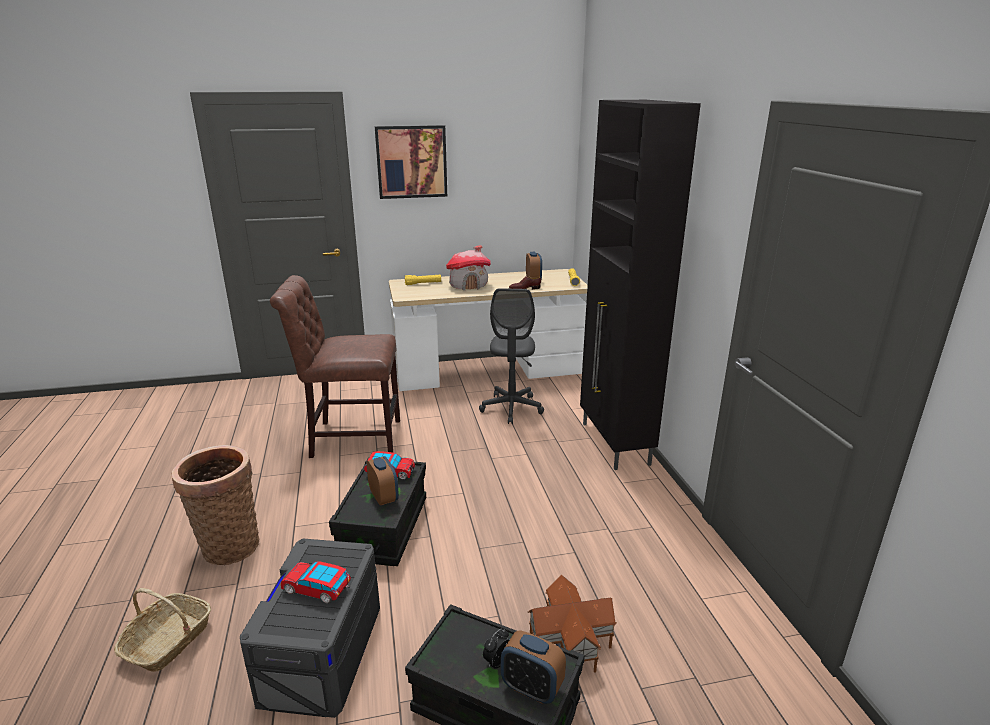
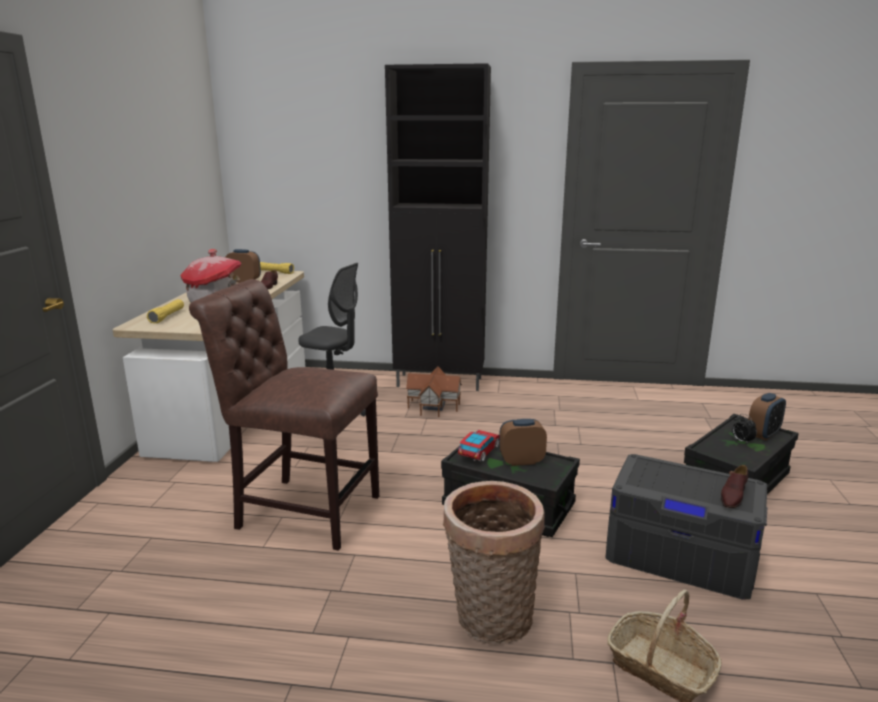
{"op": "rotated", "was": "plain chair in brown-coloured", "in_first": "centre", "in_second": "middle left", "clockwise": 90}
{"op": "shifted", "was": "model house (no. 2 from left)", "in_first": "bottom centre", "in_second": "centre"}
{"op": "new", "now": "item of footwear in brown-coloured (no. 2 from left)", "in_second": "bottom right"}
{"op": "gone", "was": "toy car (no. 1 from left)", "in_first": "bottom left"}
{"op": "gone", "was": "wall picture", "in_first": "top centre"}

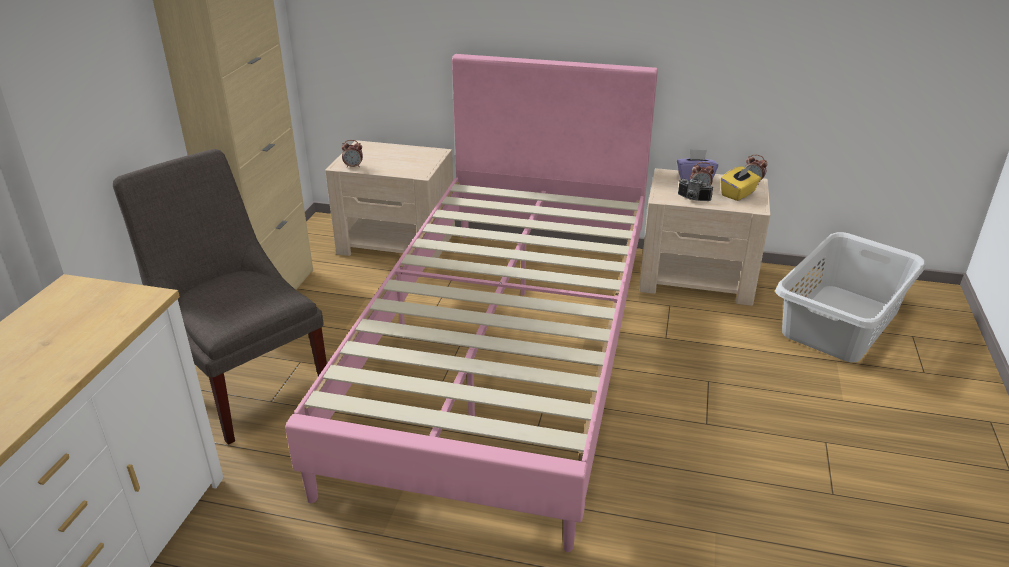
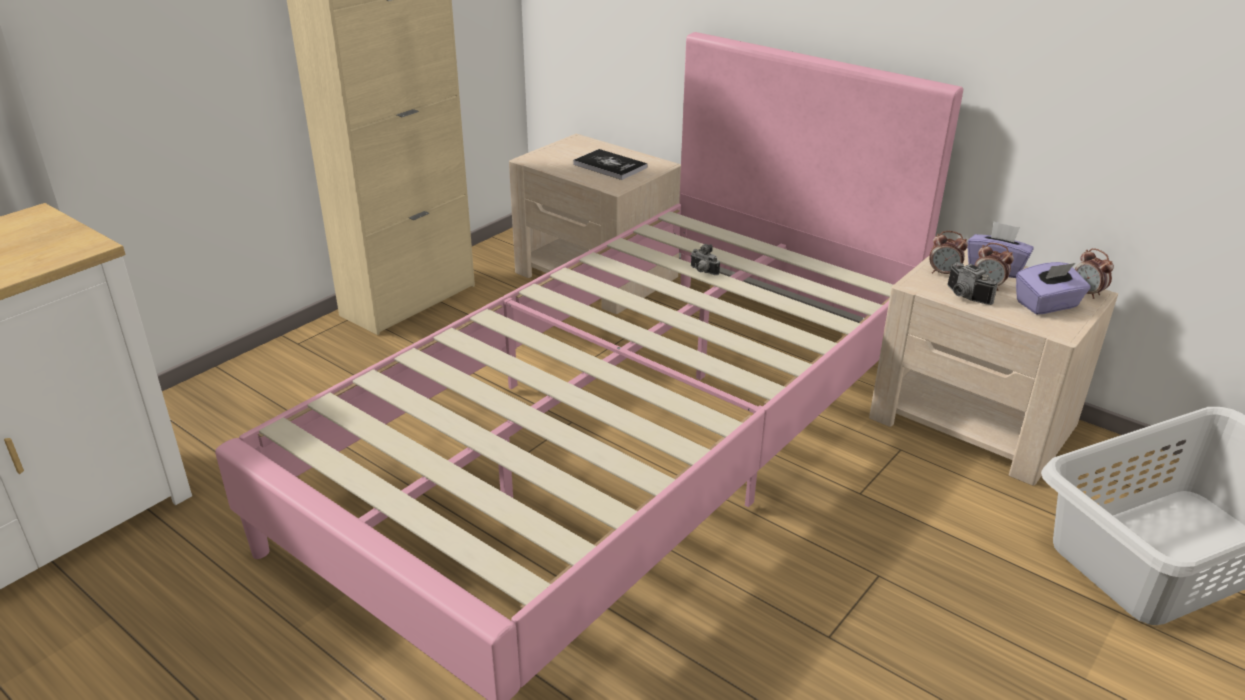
{"op": "new", "now": "book", "in_second": "top centre"}
{"op": "new", "now": "still camera (no. 1 from left)", "in_second": "centre"}
{"op": "shifted", "was": "alarm clock (no. 1 from left)", "in_first": "top centre", "in_second": "middle right"}
{"op": "repainted", "was": "tissue box in yellowish", "now": "tissue box in purple-coloured (no. 2 from left)", "in_first": "top right", "in_second": "middle right"}
{"op": "gone", "was": "plain chair in greyish", "in_first": "middle left"}

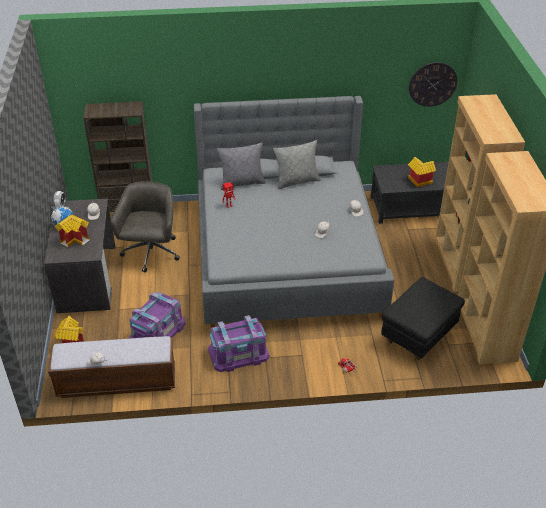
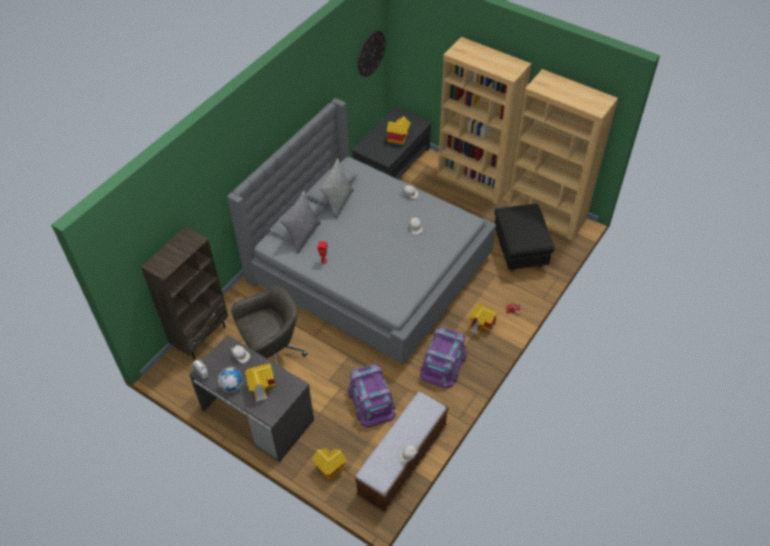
{"op": "rotated", "was": "office chair in greyish", "in_first": "middle left", "in_second": "centre", "clockwise": 105}
{"op": "new", "now": "model house (no. 4 from left)", "in_second": "centre"}

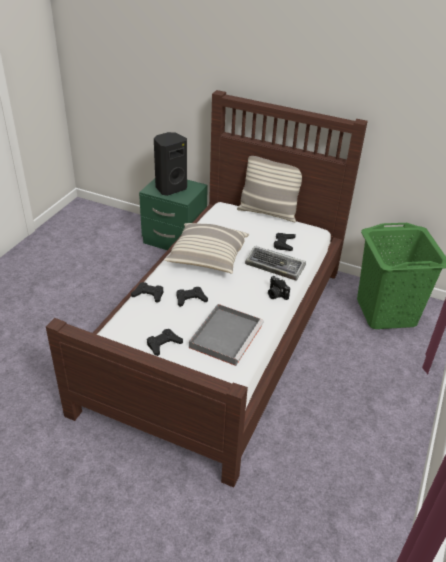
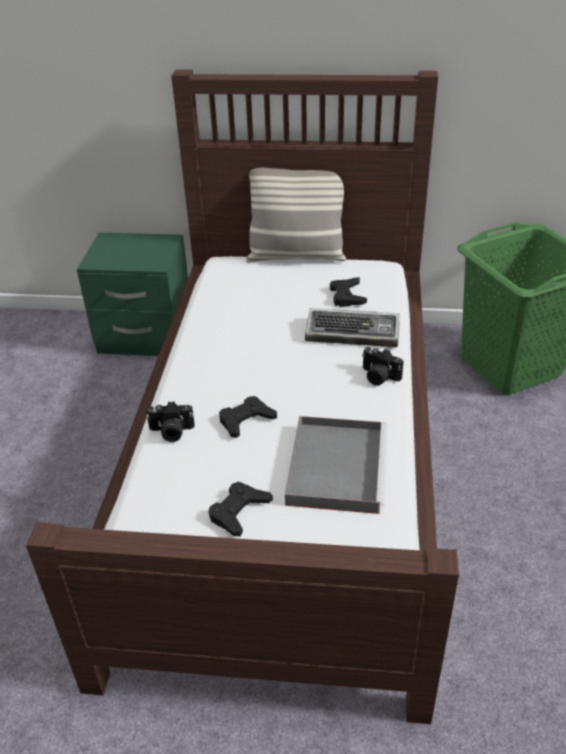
{"op": "swapped", "was": "joypad in black-coloured (no. 1 from left)", "now": "still camera (no. 1 from left)", "in_first": "middle left", "in_second": "middle left"}
{"op": "gone", "was": "audio speaker in black-coloured", "in_first": "top centre"}
{"op": "gone", "was": "cushion (no. 1 from left)", "in_first": "centre"}

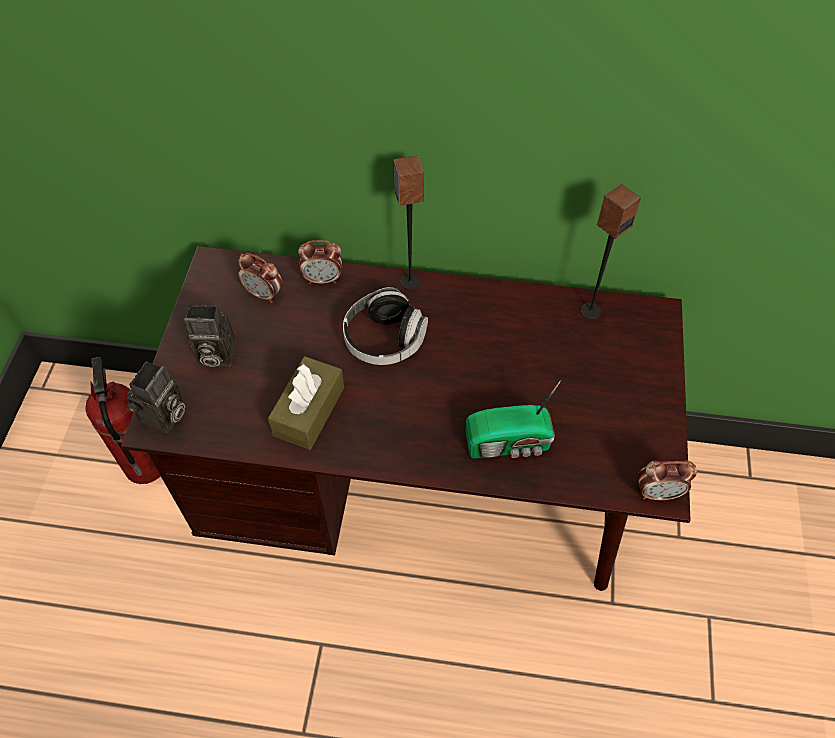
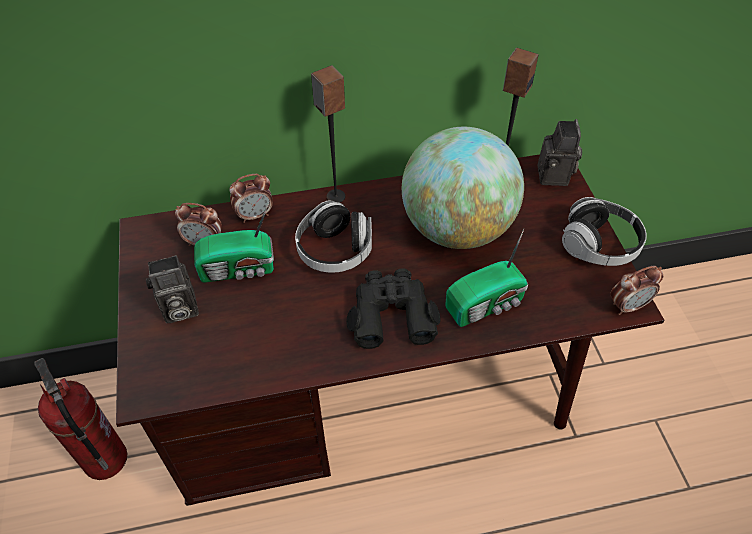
{"op": "new", "now": "radio receiver (no. 1 from left)", "in_second": "middle left"}
{"op": "new", "now": "binoculars in black-coloured", "in_second": "centre"}
{"op": "new", "now": "desk globe", "in_second": "centre"}
{"op": "shifted", "was": "still camera (no. 1 from left in the first image)", "now": "still camera (no. 2 from left)", "in_first": "middle left", "in_second": "top right"}
{"op": "new", "now": "headphones (no. 2 from left)", "in_second": "middle right"}
{"op": "gone", "was": "tissue box in brown-coloured", "in_first": "centre"}

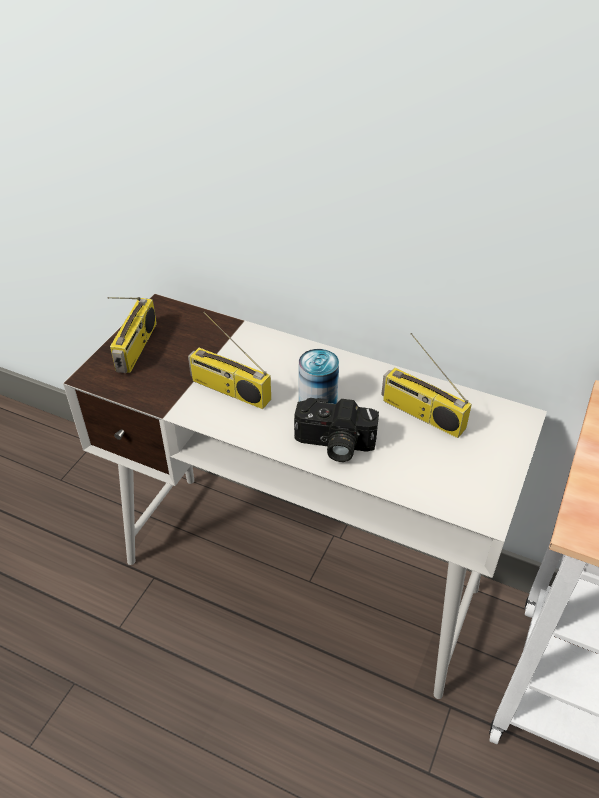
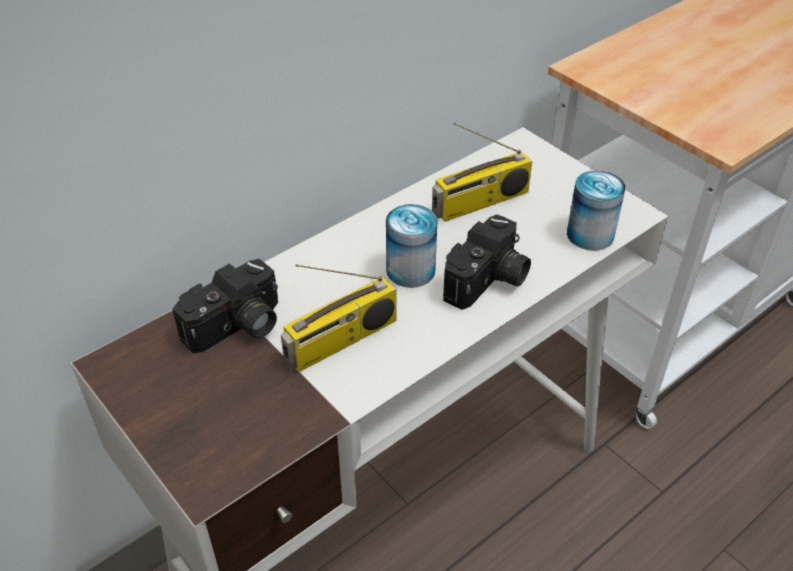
{"op": "new", "now": "still camera (no. 1 from left)", "in_second": "middle left"}
{"op": "new", "now": "can (no. 2 from left)", "in_second": "middle right"}
{"op": "gone", "was": "radio receiver (no. 1 from left)", "in_first": "middle left"}

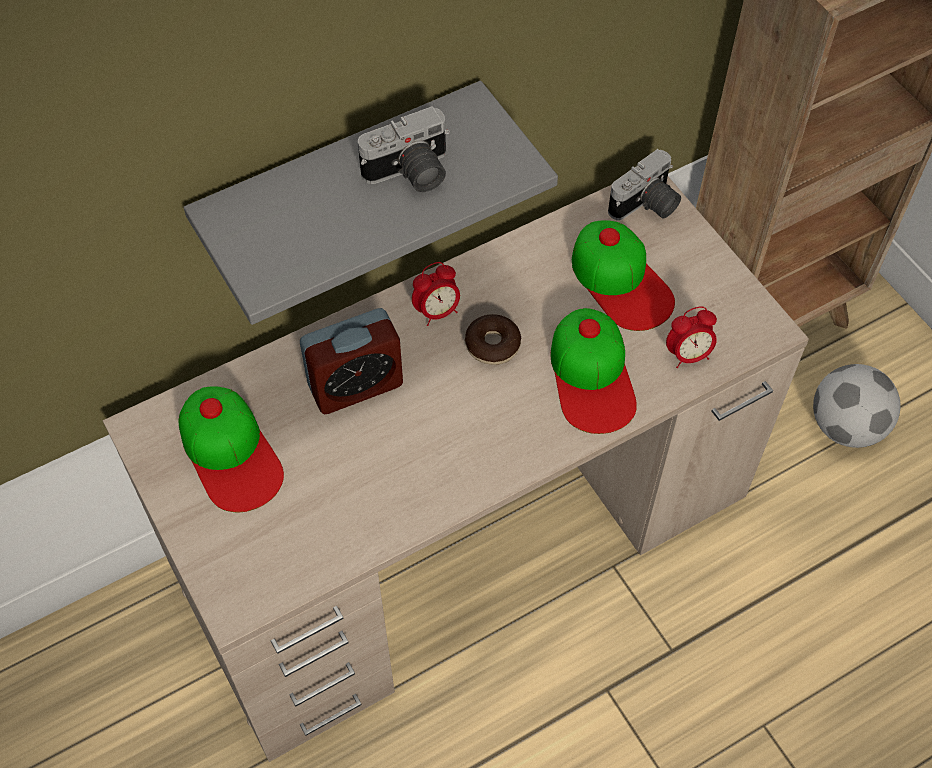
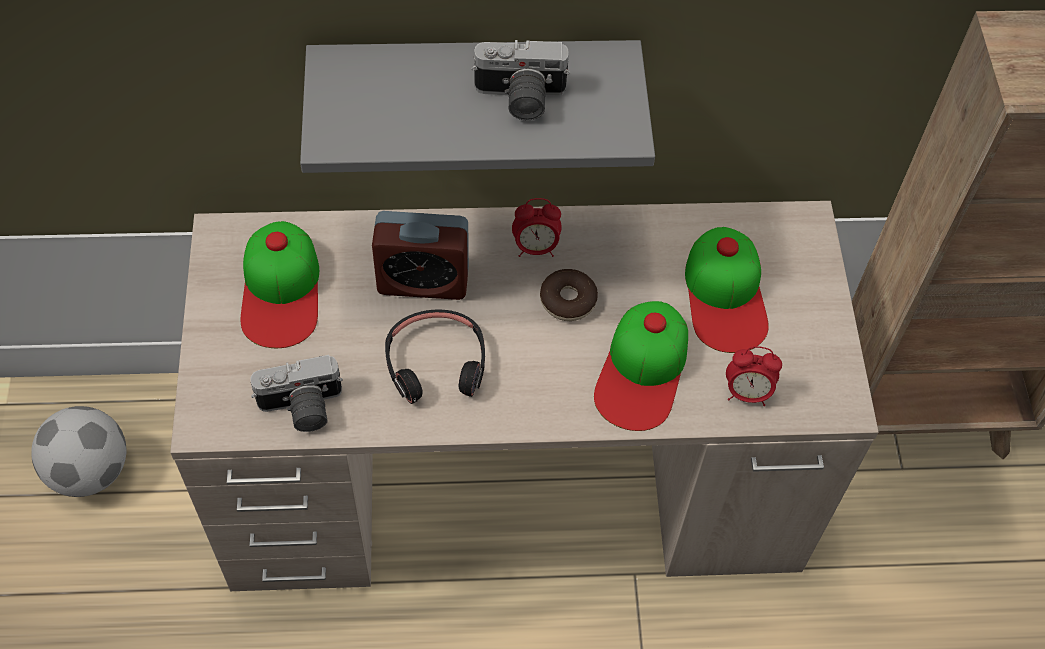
{"op": "shifted", "was": "ball for football", "in_first": "middle right", "in_second": "bottom left"}
{"op": "shifted", "was": "still camera (no. 2 from left in the first image)", "now": "still camera (no. 1 from left)", "in_first": "top right", "in_second": "middle left"}
{"op": "new", "now": "headphones in black-coloured", "in_second": "centre"}

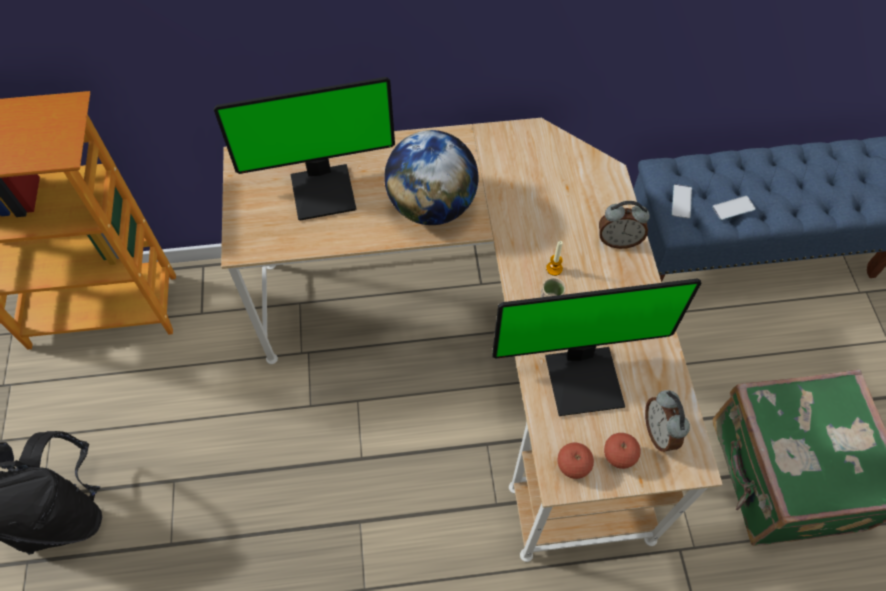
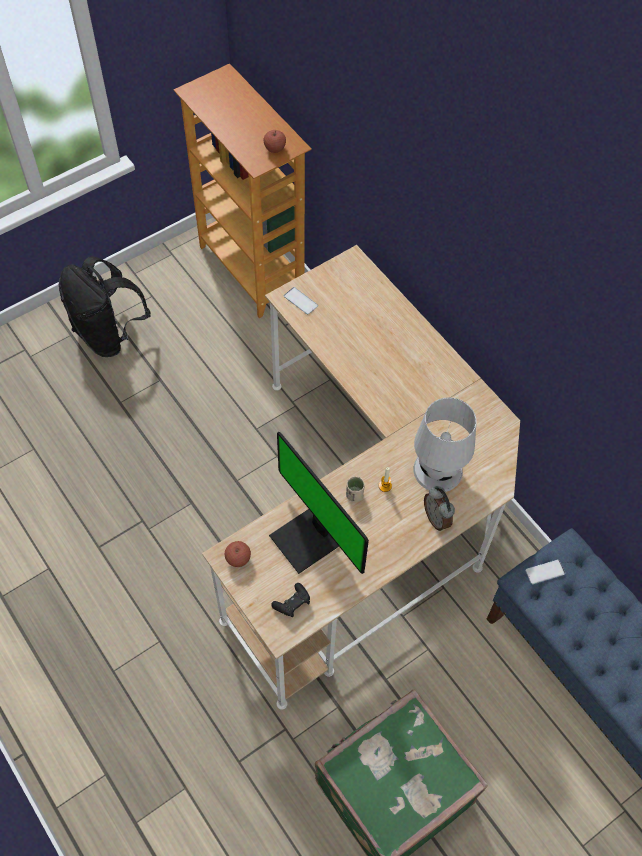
{"op": "shifted", "was": "apple (no. 2 from left)", "in_first": "bottom right", "in_second": "top centre"}
{"op": "swapped", "was": "alarm clock (no. 2 from left)", "now": "joypad in black-coloured", "in_first": "bottom right", "in_second": "bottom centre"}
{"op": "shifted", "was": "phone (no. 2 from left in the first image)", "now": "phone (no. 1 from left)", "in_first": "middle right", "in_second": "centre"}
{"op": "new", "now": "lamp for a table in white-coloured", "in_second": "middle right"}
{"op": "gone", "was": "monitor (no. 1 from left)", "in_first": "top centre"}
{"op": "gone", "was": "desk globe", "in_first": "top centre"}

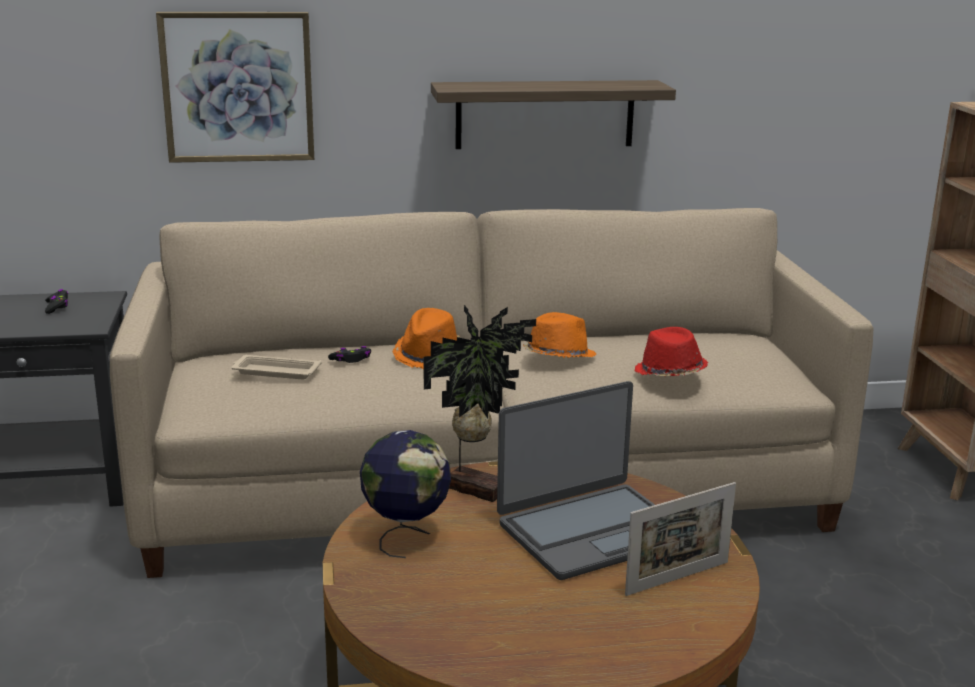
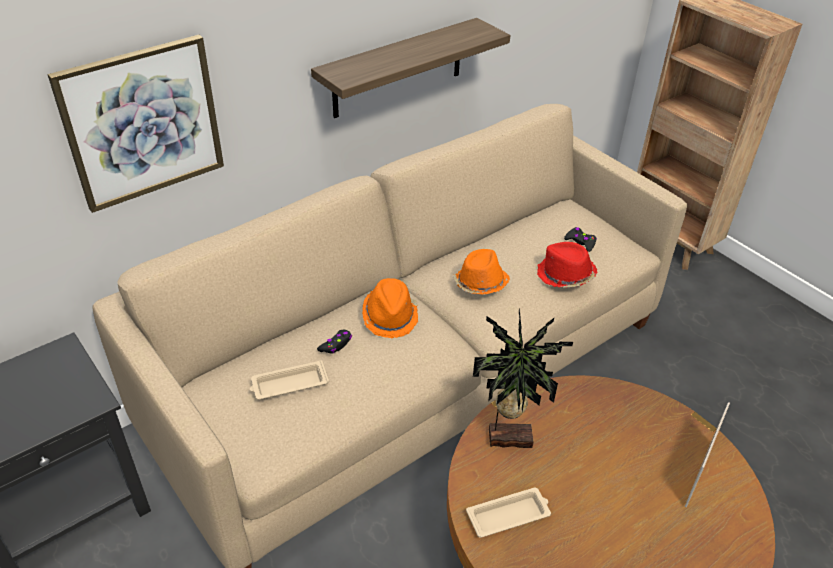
{"op": "swapped", "was": "desk globe", "now": "carrying tray in beige-coloured (no. 2 from left)", "in_first": "bottom centre", "in_second": "bottom centre"}
{"op": "shifted", "was": "joypad in black-coloured (no. 1 from left in the first image)", "now": "joypad in black-coloured (no. 2 from left)", "in_first": "middle left", "in_second": "middle right"}
{"op": "gone", "was": "portable computer", "in_first": "bottom centre"}

